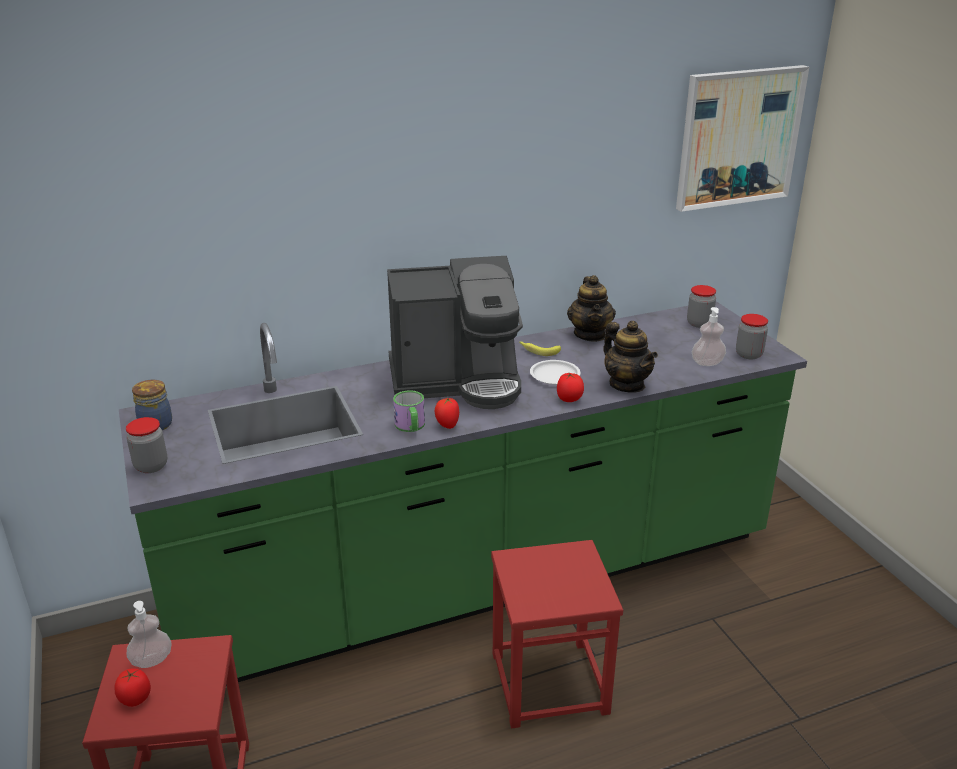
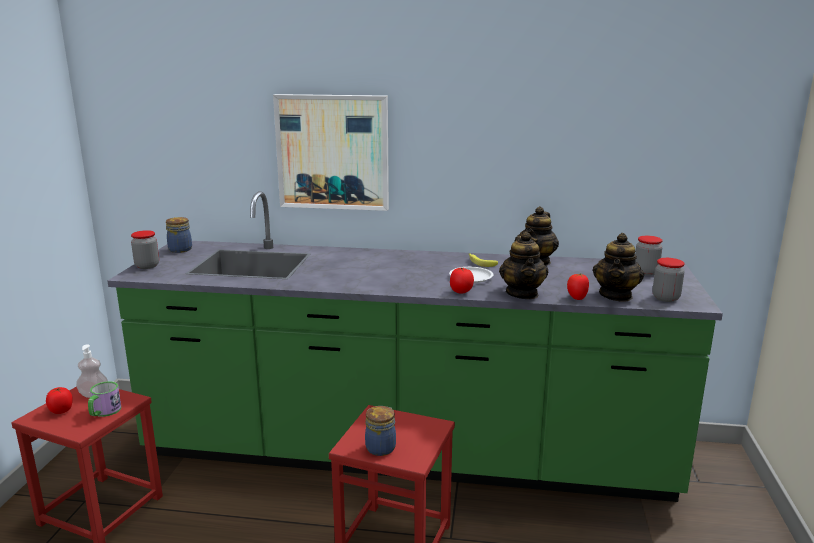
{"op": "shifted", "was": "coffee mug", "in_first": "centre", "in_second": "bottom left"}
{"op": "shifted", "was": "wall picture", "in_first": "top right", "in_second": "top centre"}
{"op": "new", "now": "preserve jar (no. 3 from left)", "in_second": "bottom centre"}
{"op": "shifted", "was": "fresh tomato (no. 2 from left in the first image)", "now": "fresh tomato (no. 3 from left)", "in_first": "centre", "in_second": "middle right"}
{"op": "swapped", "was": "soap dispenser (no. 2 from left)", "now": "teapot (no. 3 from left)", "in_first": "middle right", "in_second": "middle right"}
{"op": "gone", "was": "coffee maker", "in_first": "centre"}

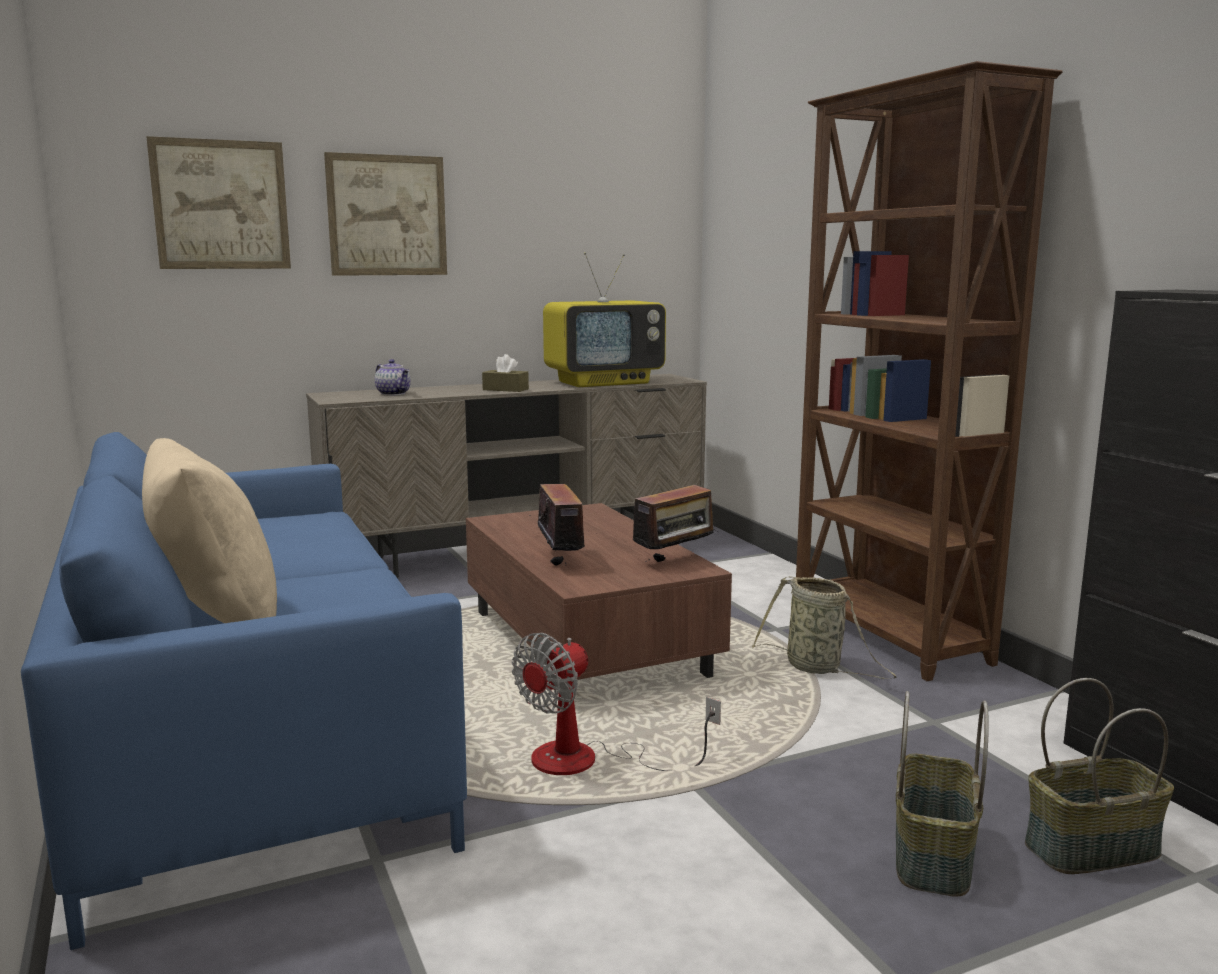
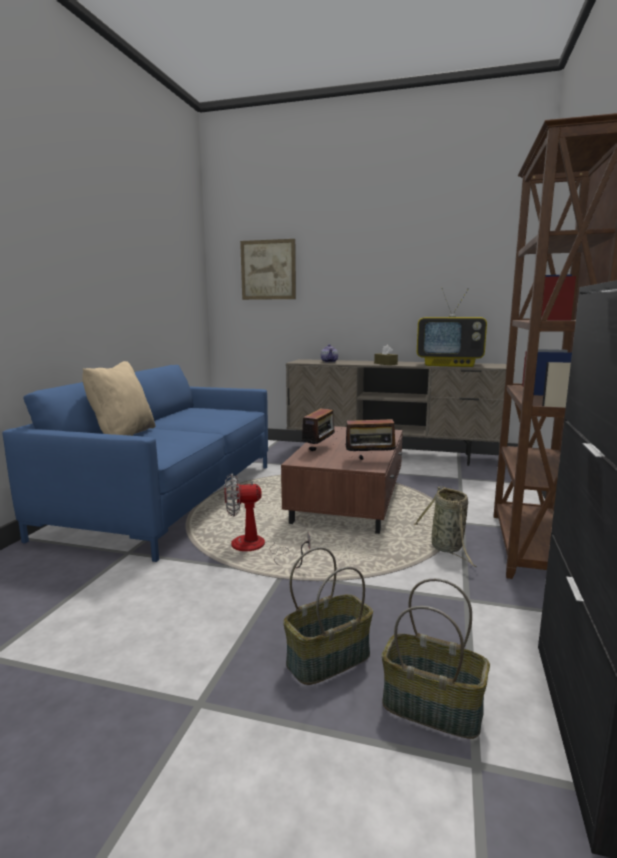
{"op": "gone", "was": "wall picture (no. 2 from left)", "in_first": "top left"}

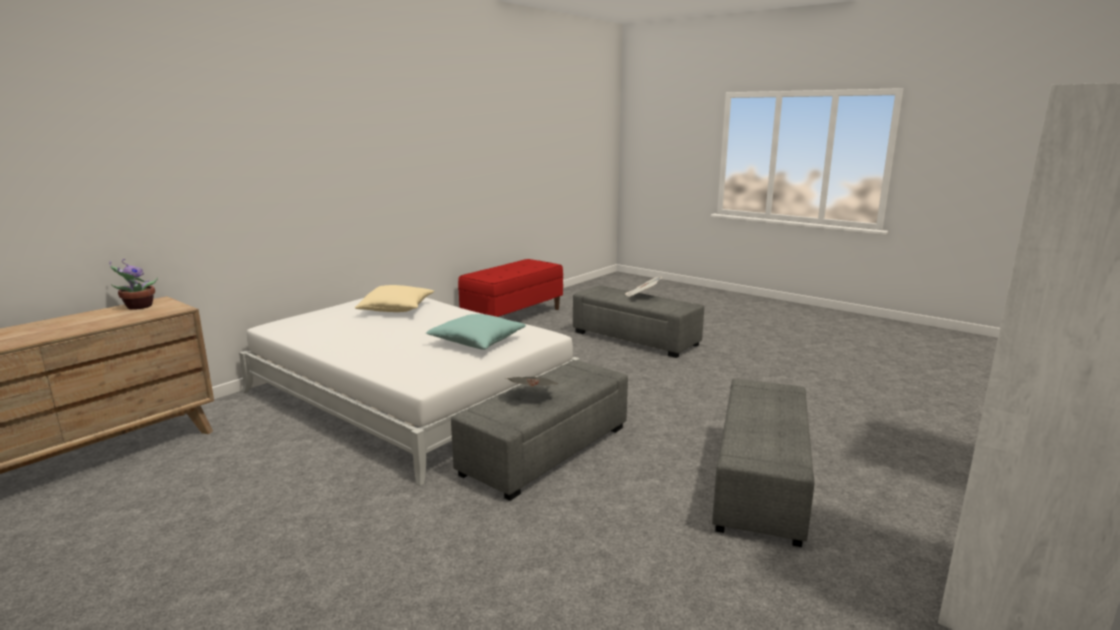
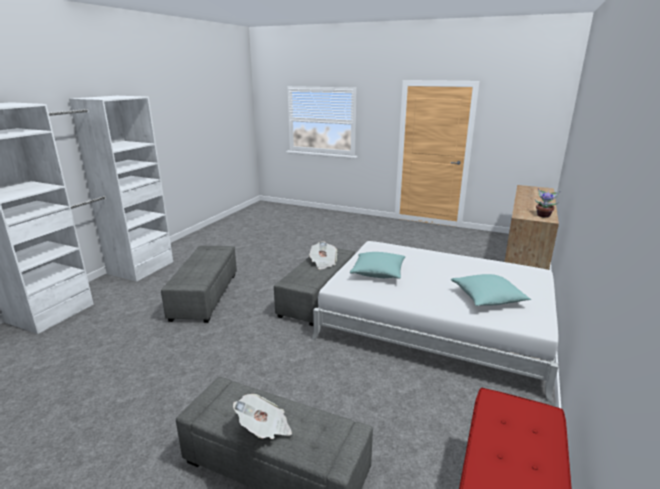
{"op": "repainted", "was": "cushion in beige-coloured", "now": "cushion in turquoise-coloured (no. 2 from left)", "in_first": "centre", "in_second": "middle right"}

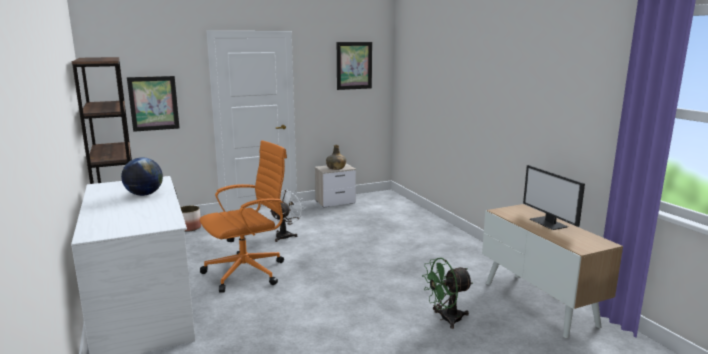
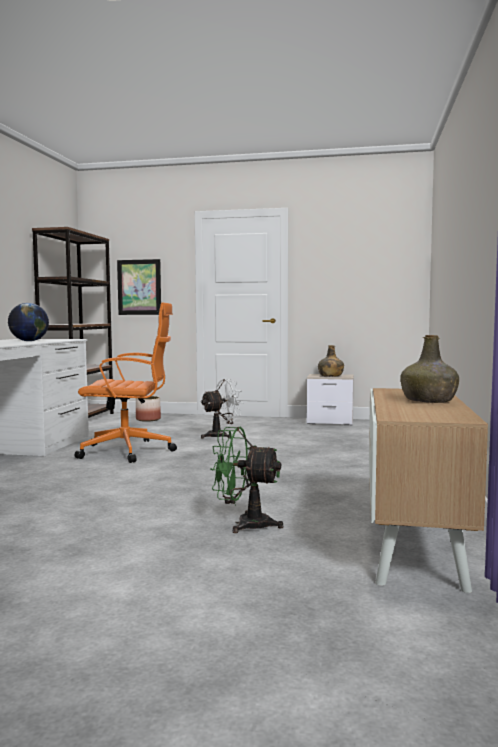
{"op": "swapped", "was": "monitor", "now": "beverage bottle in greenish (no. 2 from left)", "in_first": "middle right", "in_second": "middle right"}
{"op": "gone", "was": "wall picture (no. 2 from left)", "in_first": "top centre"}

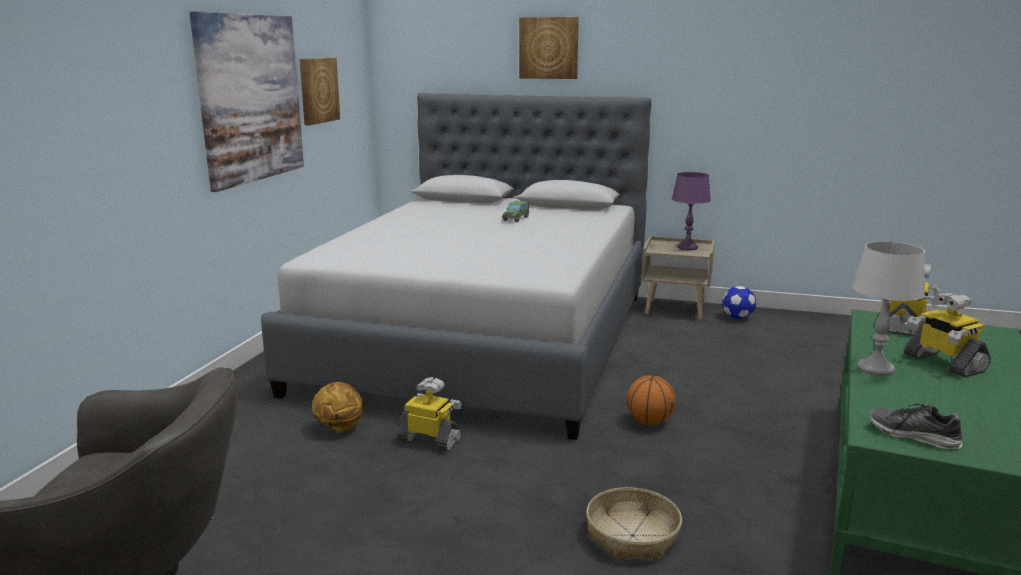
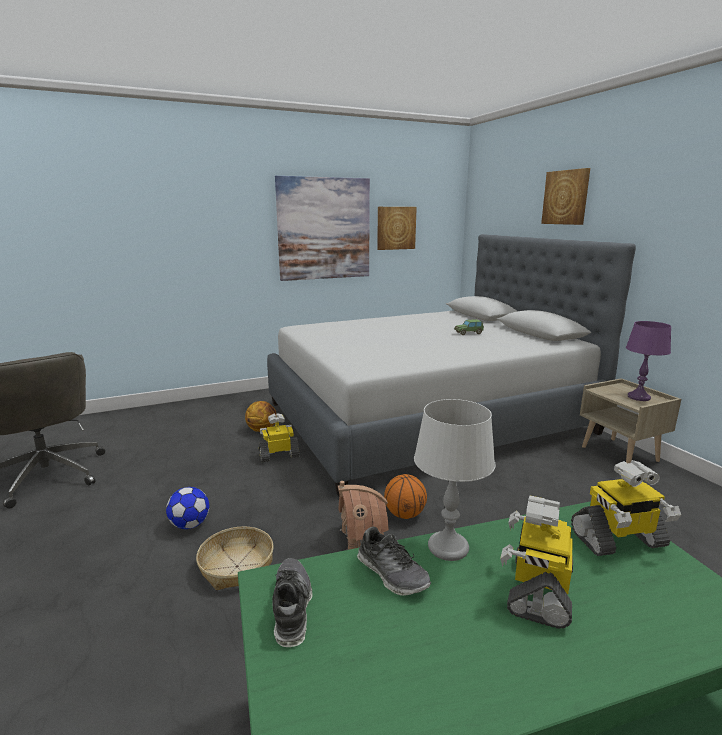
{"op": "shifted", "was": "ball for football", "in_first": "middle right", "in_second": "bottom left"}
{"op": "rotated", "was": "model robot (no. 1 from left)", "in_first": "bottom centre", "in_second": "centre", "clockwise": -90}
{"op": "new", "now": "model house", "in_second": "bottom centre"}
{"op": "new", "now": "item of footwear (no. 2 from left)", "in_second": "bottom centre"}

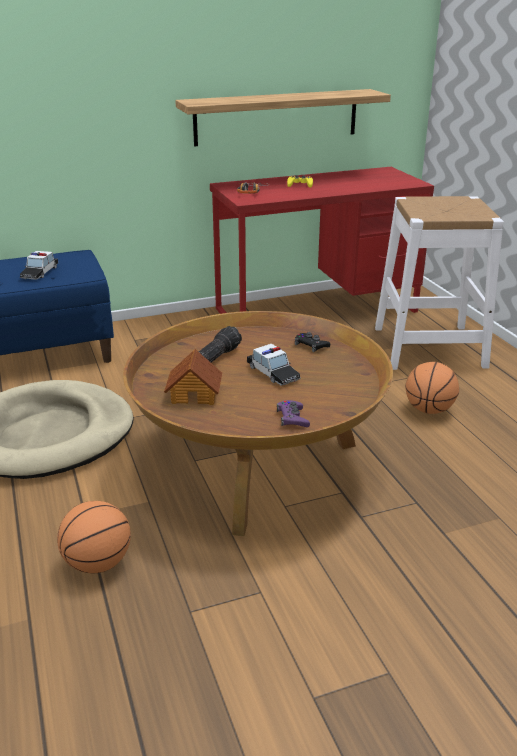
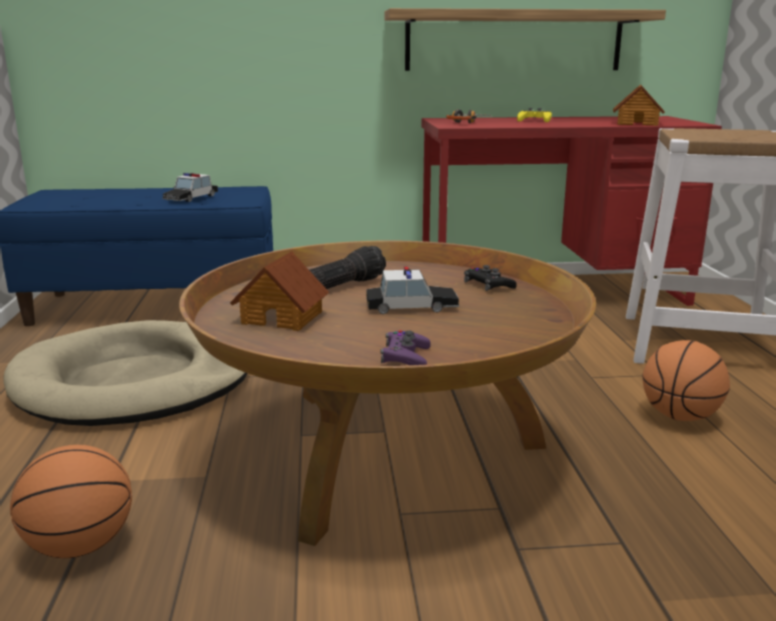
{"op": "rotated", "was": "toy car (no. 2 from left)", "in_first": "centre", "in_second": "centre", "clockwise": -75}
{"op": "new", "now": "model house (no. 2 from left)", "in_second": "top right"}

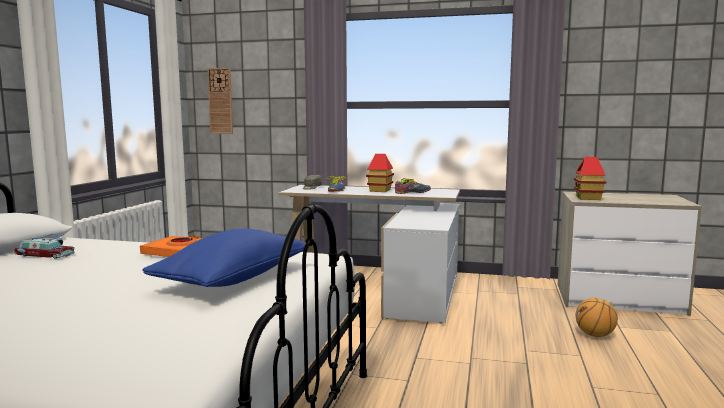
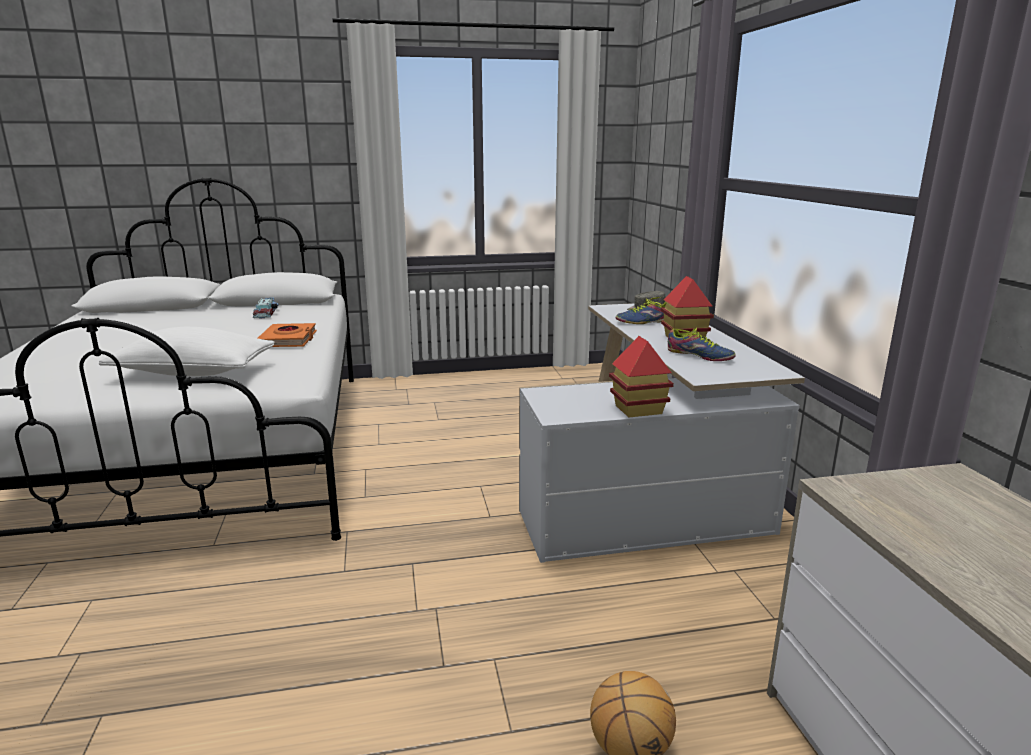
{"op": "repainted", "was": "cushion in blue-coloured", "now": "cushion in white-coloured", "in_first": "middle left", "in_second": "middle left"}
{"op": "shifted", "was": "model house (no. 2 from left in the first image)", "now": "model house (no. 1 from left)", "in_first": "middle right", "in_second": "centre"}
{"op": "gone", "was": "wall clock", "in_first": "top left"}

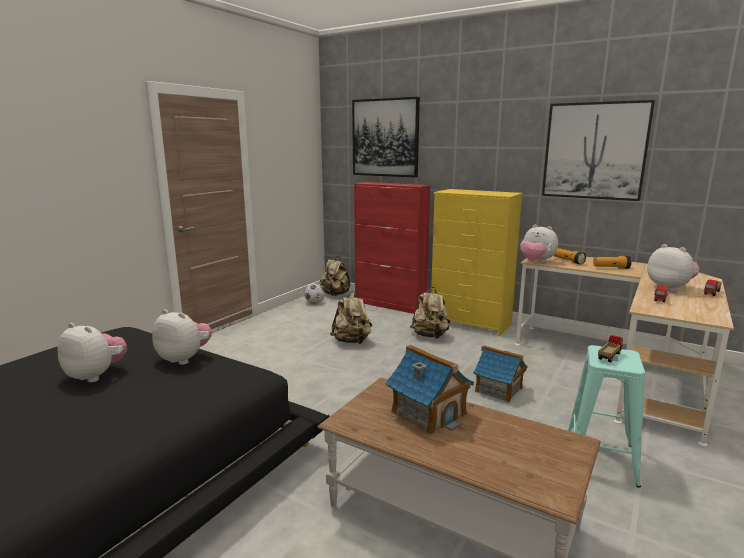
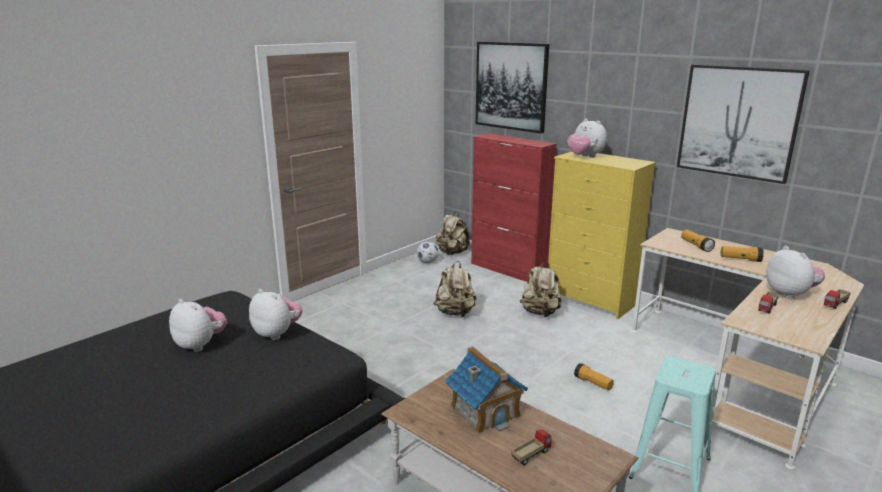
{"op": "shifted", "was": "toy truck (no. 1 from left)", "in_first": "middle right", "in_second": "bottom centre"}
{"op": "shifted", "was": "plush toy (no. 3 from left)", "in_first": "middle right", "in_second": "top centre"}
{"op": "swapped", "was": "model house (no. 2 from left)", "now": "torch (no. 1 from left)", "in_first": "bottom right", "in_second": "bottom right"}

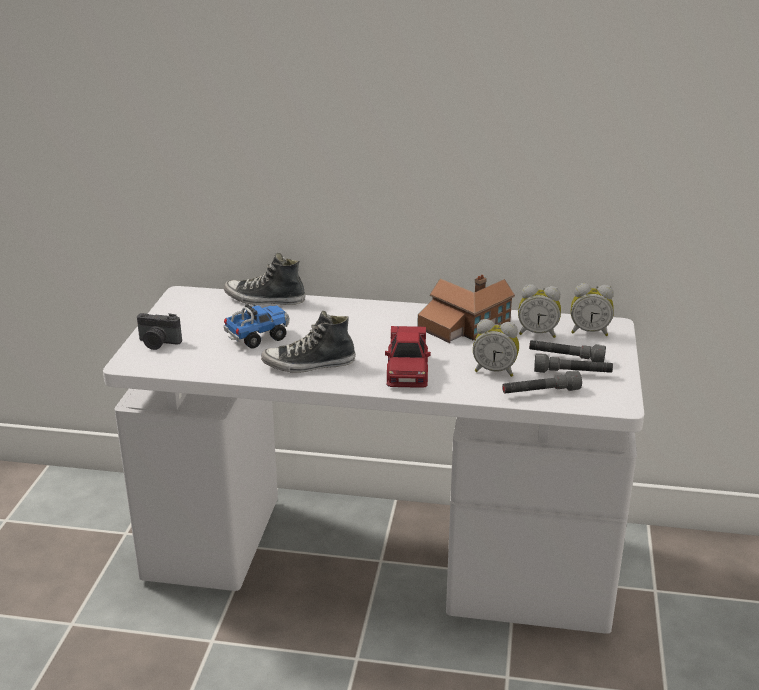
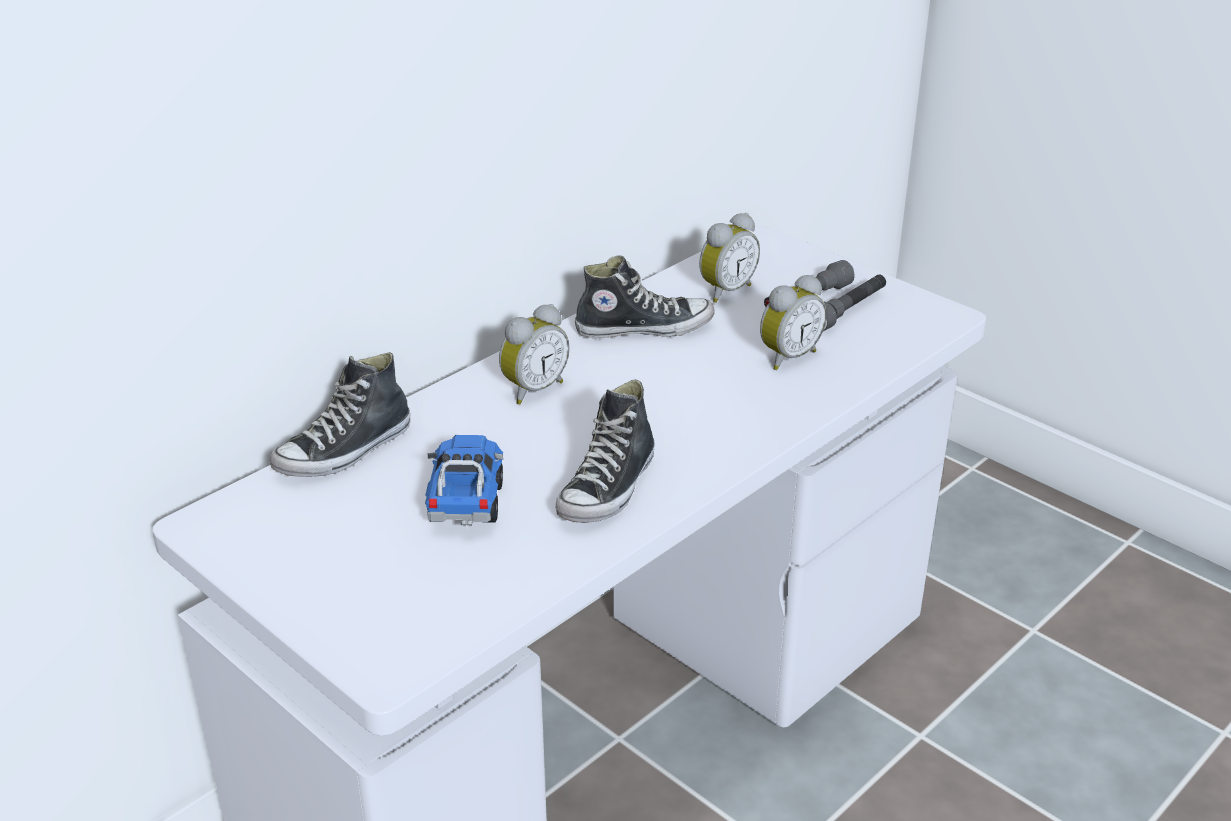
{"op": "shifted", "was": "alarm clock (no. 3 from left in the first image)", "now": "alarm clock (no. 1 from left)", "in_first": "middle right", "in_second": "centre"}
{"op": "swapped", "was": "model house", "now": "item of footwear (no. 3 from left)", "in_first": "centre", "in_second": "centre"}
{"op": "gone", "was": "still camera", "in_first": "middle left"}
{"op": "gone", "was": "toy car in red-coloured", "in_first": "centre"}
{"op": "gone", "was": "torch in greyish (no. 1 from left)", "in_first": "middle right"}

